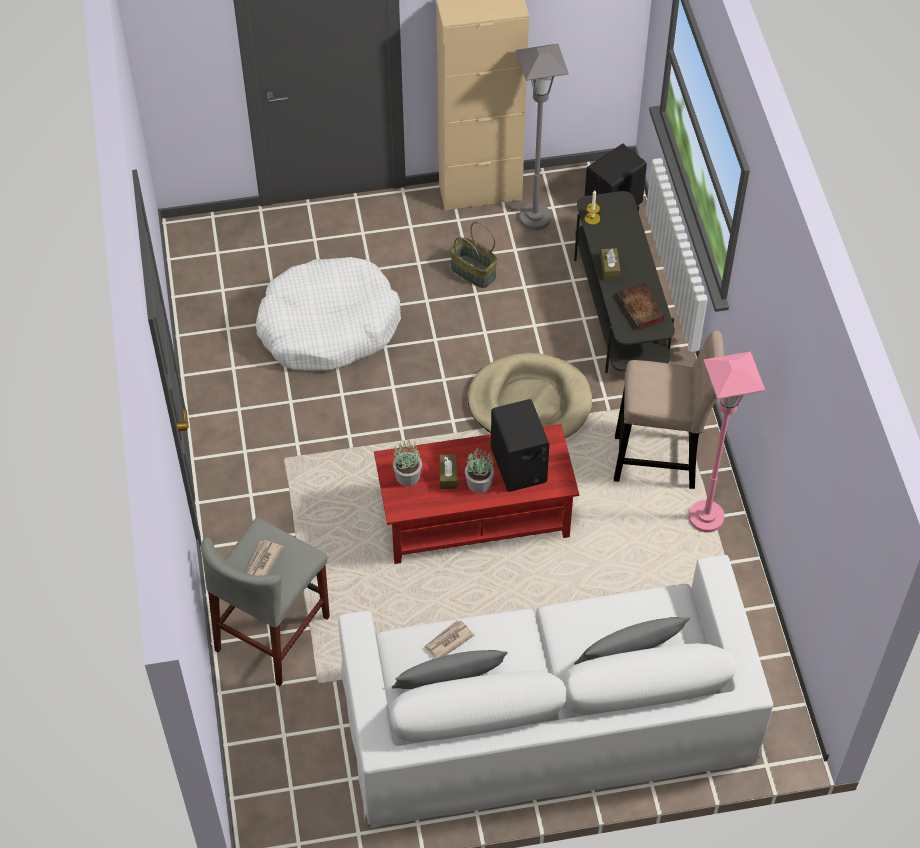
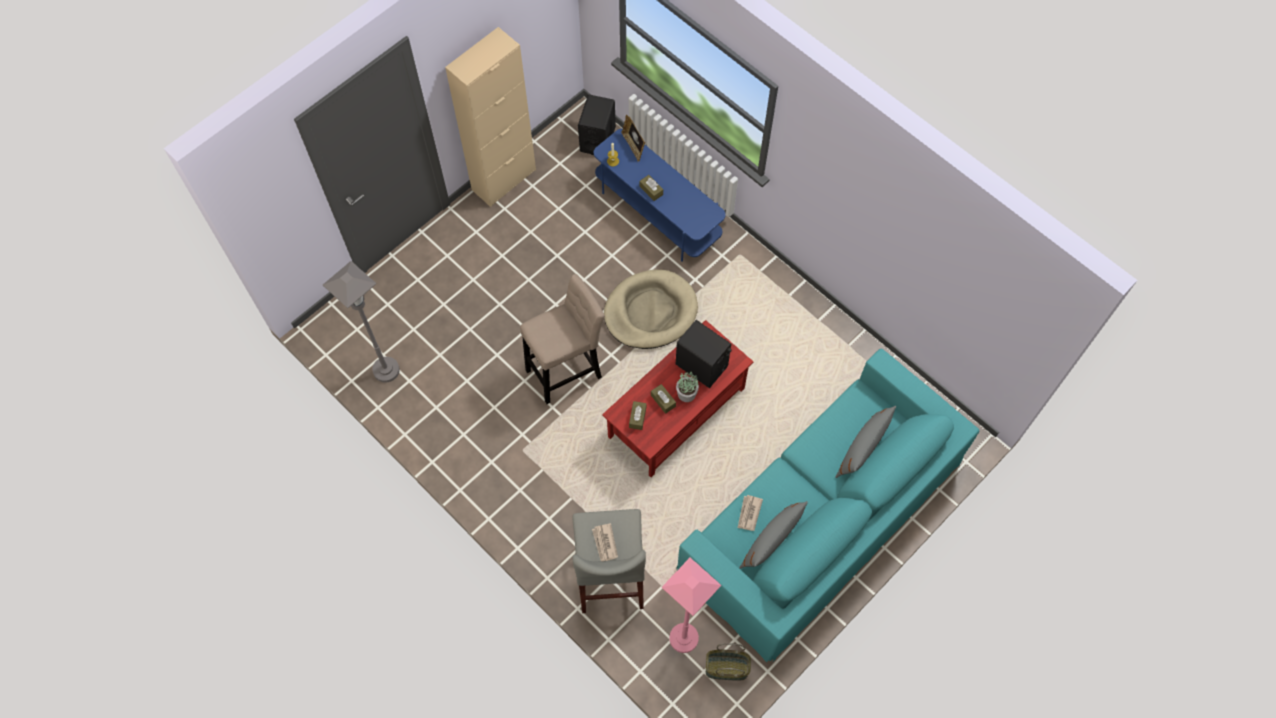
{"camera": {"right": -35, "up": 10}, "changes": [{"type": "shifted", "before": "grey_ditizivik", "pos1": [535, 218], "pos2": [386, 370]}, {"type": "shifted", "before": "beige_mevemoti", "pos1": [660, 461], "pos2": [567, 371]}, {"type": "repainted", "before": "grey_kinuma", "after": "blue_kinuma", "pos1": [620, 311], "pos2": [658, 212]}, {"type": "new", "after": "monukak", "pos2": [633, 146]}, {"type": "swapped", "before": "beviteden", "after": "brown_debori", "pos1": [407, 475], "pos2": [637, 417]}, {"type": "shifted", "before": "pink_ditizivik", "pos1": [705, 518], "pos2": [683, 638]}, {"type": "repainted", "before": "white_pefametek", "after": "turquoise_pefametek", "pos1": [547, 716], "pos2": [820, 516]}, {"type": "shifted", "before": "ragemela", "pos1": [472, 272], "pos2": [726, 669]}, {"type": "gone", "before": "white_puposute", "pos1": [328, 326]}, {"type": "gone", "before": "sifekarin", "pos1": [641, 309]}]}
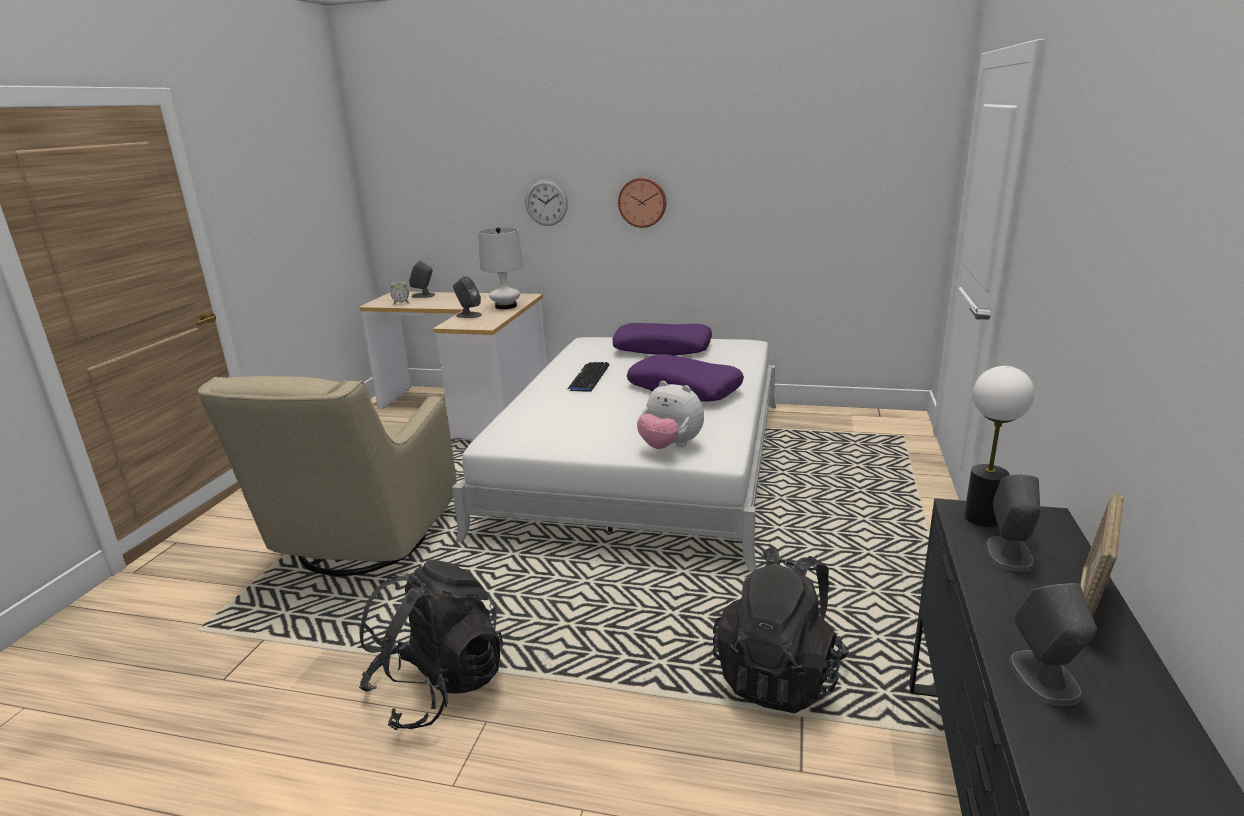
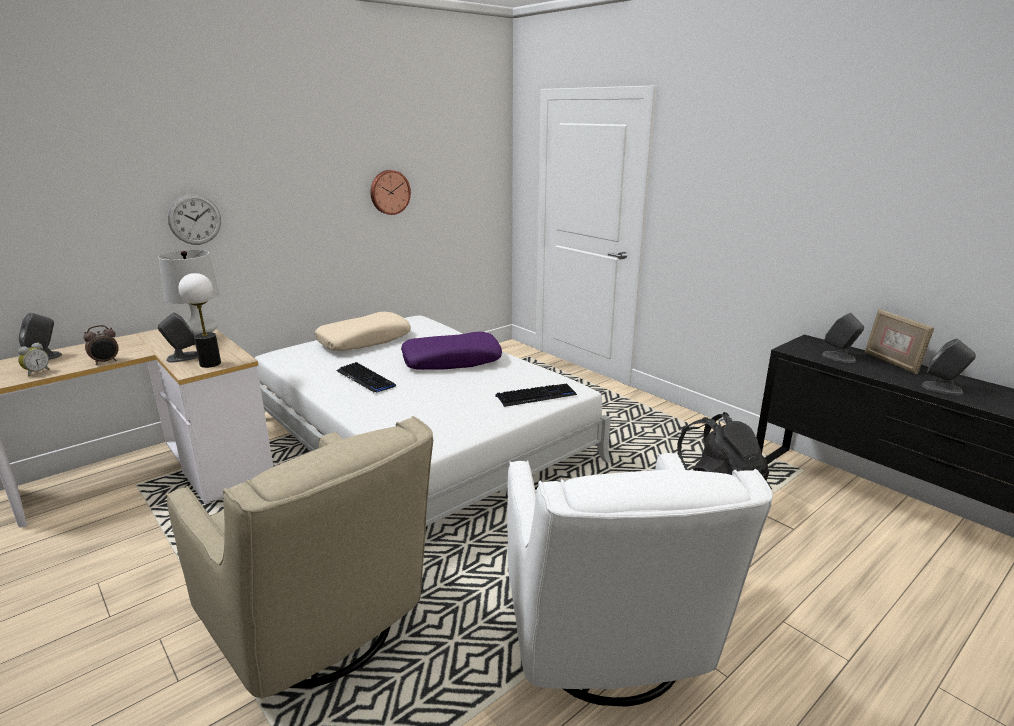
{"camera": {"right": -55, "up": 0}, "changes": [{"type": "new", "after": "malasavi", "pos2": [106, 362]}, {"type": "shifted", "before": "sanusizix", "pos1": [982, 518], "pos2": [210, 363]}, {"type": "repainted", "before": "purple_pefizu", "after": "beige_pefizu", "pos1": [662, 348], "pos2": [364, 340]}, {"type": "shifted", "before": "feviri", "pos1": [642, 202], "pos2": [389, 192]}, {"type": "swapped", "before": "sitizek", "after": "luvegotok", "pos1": [670, 446], "pos2": [536, 396]}, {"type": "swapped", "before": "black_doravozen", "after": "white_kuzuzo", "pos1": [438, 686], "pos2": [607, 647]}]}
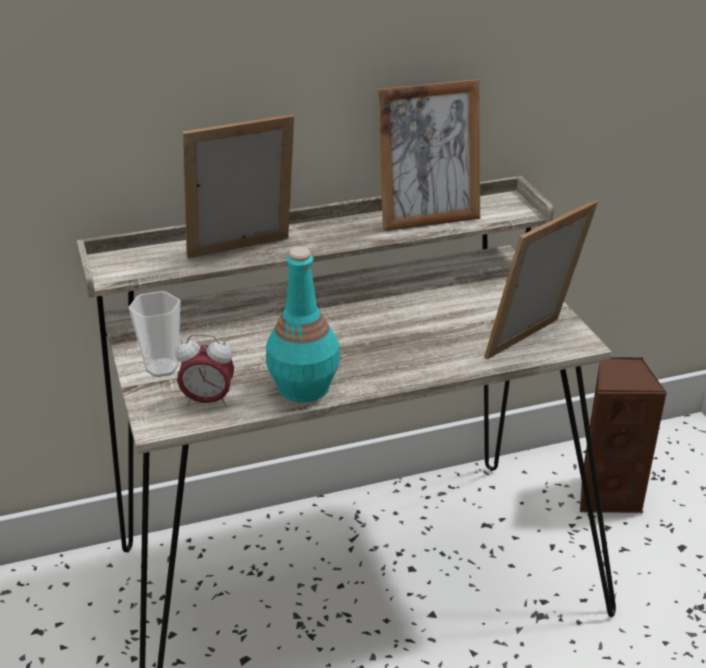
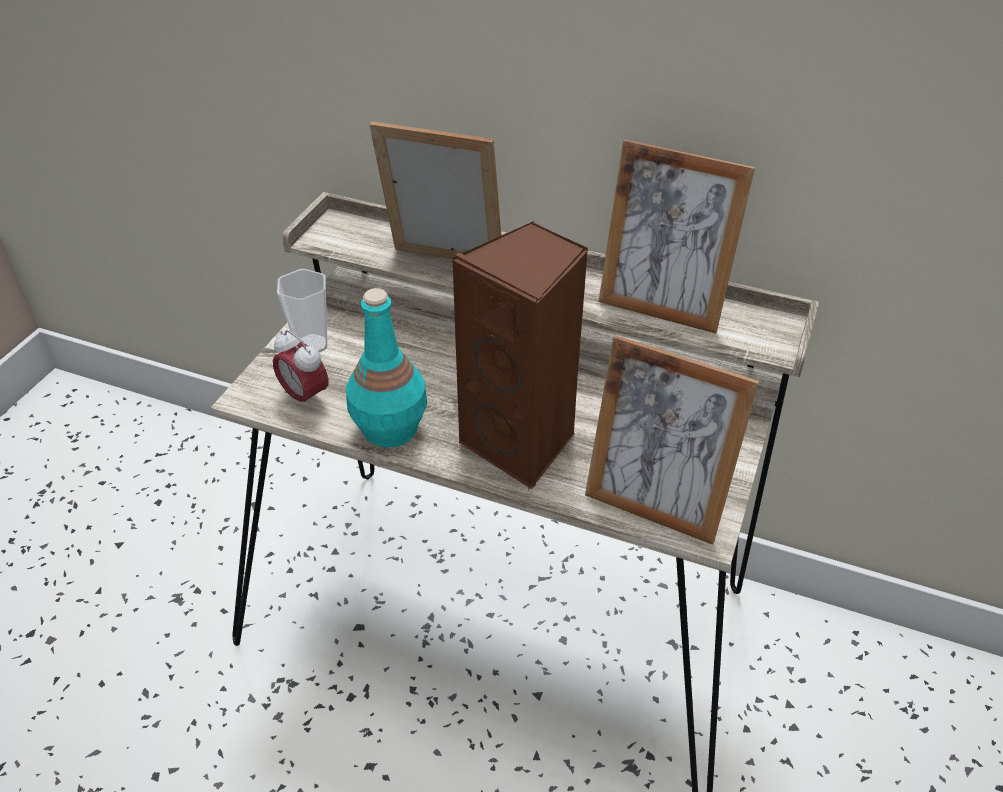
{"camera": {"right": 40, "up": 10}, "changes": [{"type": "shifted", "before": "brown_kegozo", "pos1": [607, 494], "pos2": [523, 444]}, {"type": "rotated", "before": "monukak", "pos1": [533, 344], "pos2": [654, 505], "turn": -150}]}
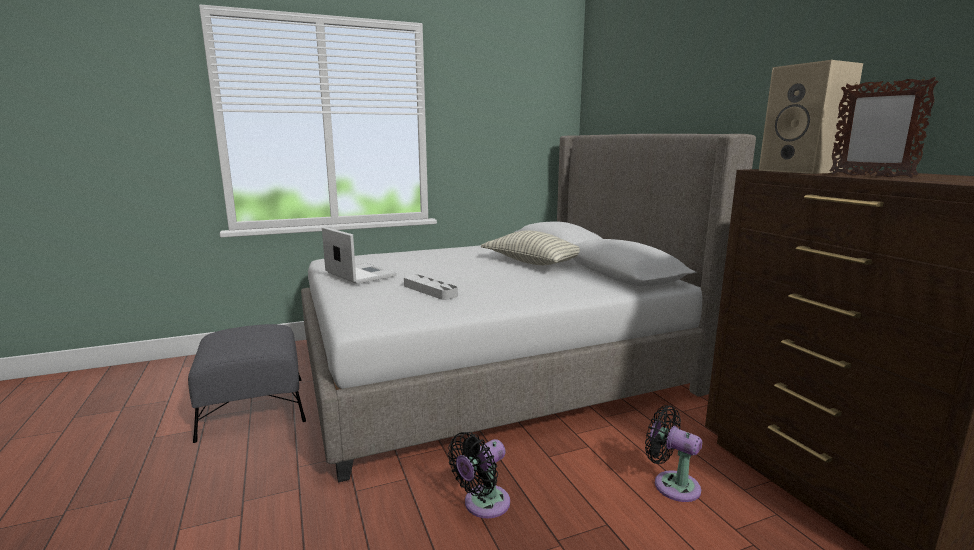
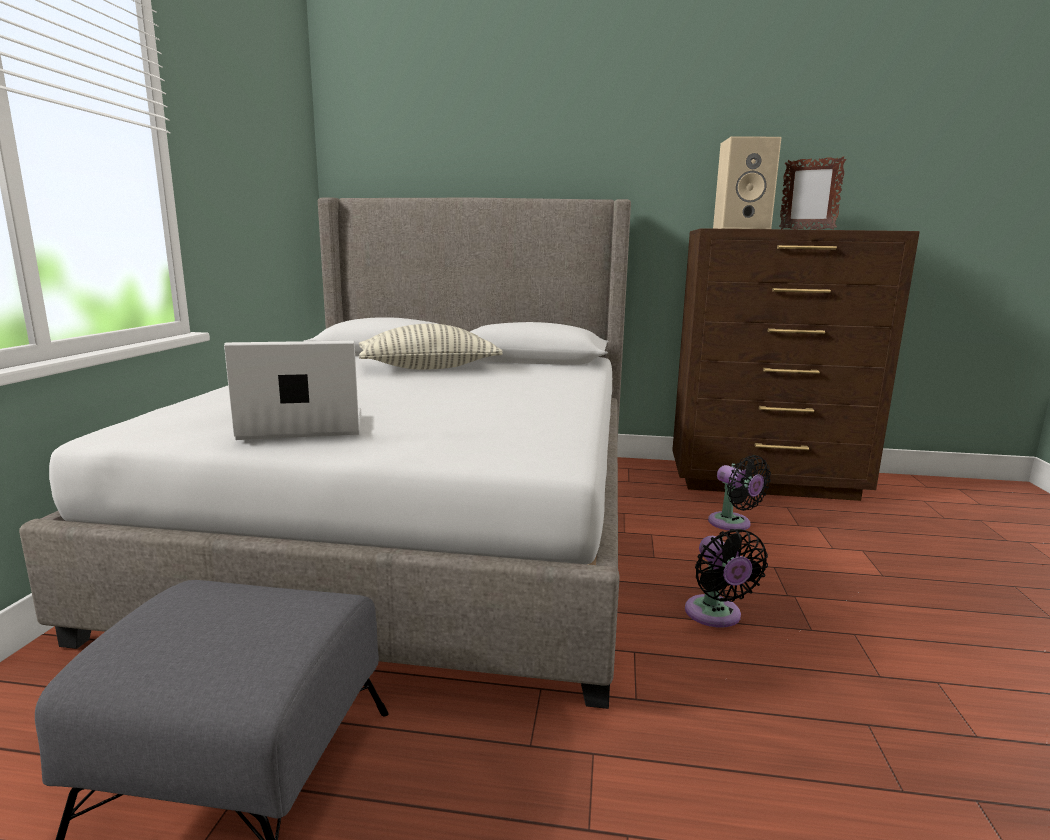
{"camera": {"right": -60, "up": 0}, "changes": [{"type": "rotated", "before": "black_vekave", "pos1": [672, 484], "pos2": [733, 524], "turn": -105}, {"type": "rotated", "before": "monukak", "pos1": [870, 176], "pos2": [806, 229], "turn": 45}, {"type": "gone", "before": "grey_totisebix", "pos1": [430, 290]}]}
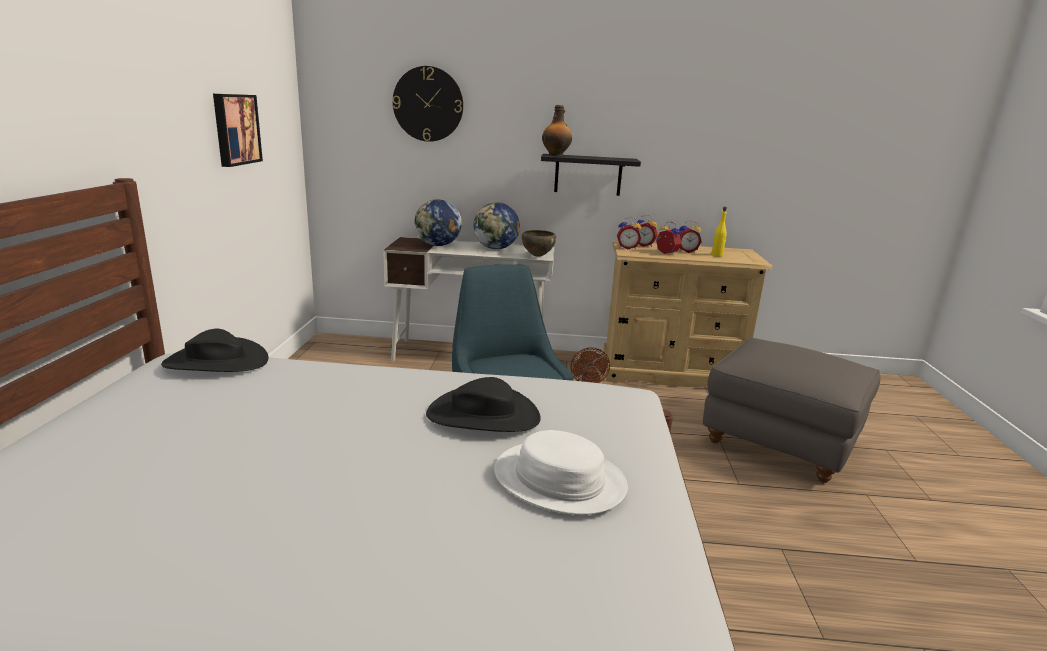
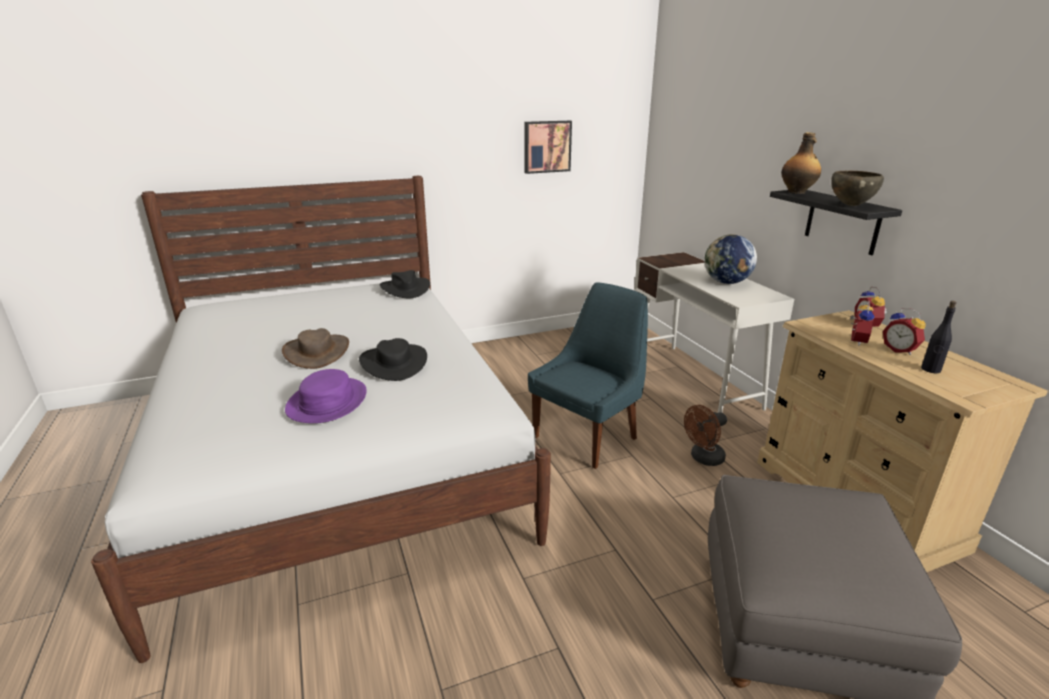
{"camera": {"right": 65, "up": 5}, "changes": [{"type": "new", "after": "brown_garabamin", "pos2": [317, 352]}, {"type": "repainted", "before": "white_garabamin", "after": "purple_garabamin", "pos1": [559, 479], "pos2": [327, 401]}, {"type": "shifted", "before": "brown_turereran", "pos1": [537, 256], "pos2": [851, 205]}, {"type": "repainted", "before": "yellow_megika", "after": "black_megika", "pos1": [717, 255], "pos2": [930, 369]}, {"type": "gone", "before": "feviri", "pos1": [428, 104]}, {"type": "gone", "before": "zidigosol", "pos1": [438, 245]}, {"type": "gone", "before": "malasavi", "pos1": [627, 248]}]}
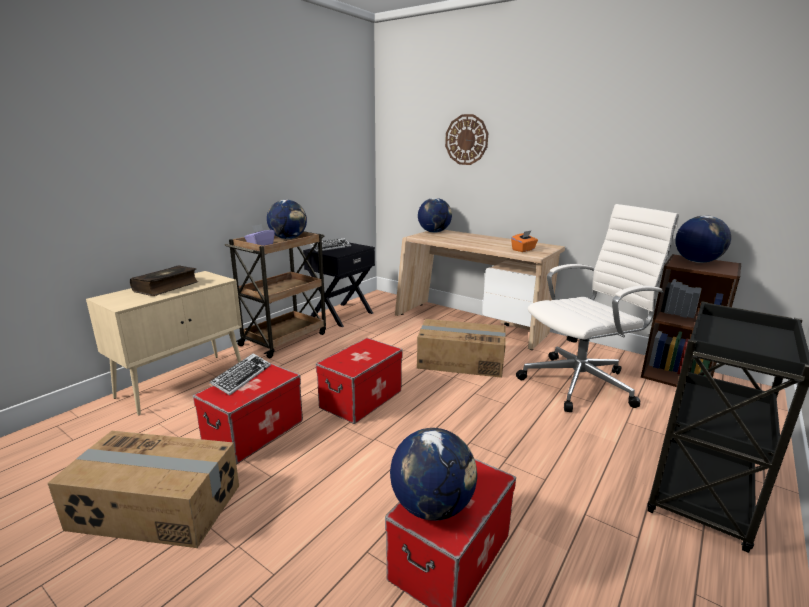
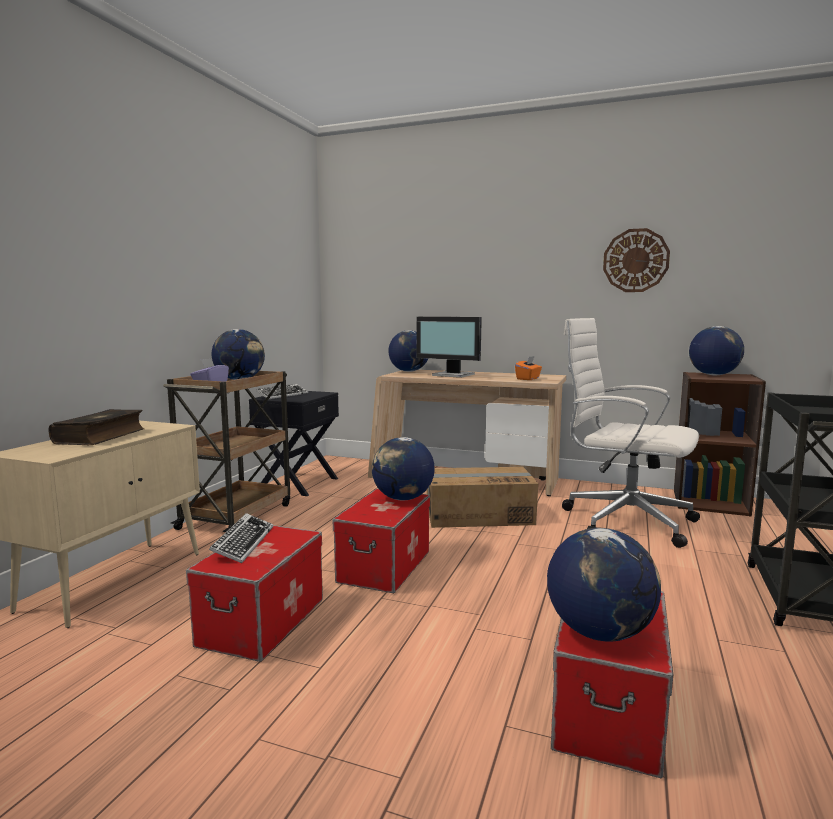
{"camera": {"right": -15, "up": -10}, "changes": [{"type": "new", "after": "zidigosol", "pos2": [403, 498]}, {"type": "new", "after": "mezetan", "pos2": [453, 375]}, {"type": "rotated", "before": "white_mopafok", "pos1": [581, 383], "pos2": [624, 520], "turn": -105}, {"type": "shifted", "before": "feviri", "pos1": [466, 140], "pos2": [635, 260]}, {"type": "gone", "before": "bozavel", "pos1": [156, 508]}]}
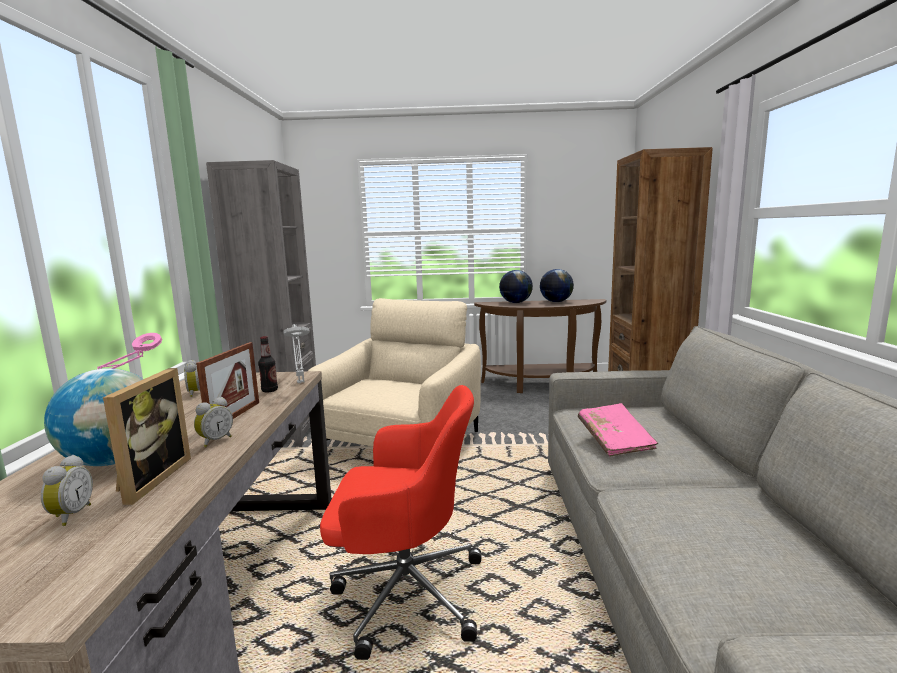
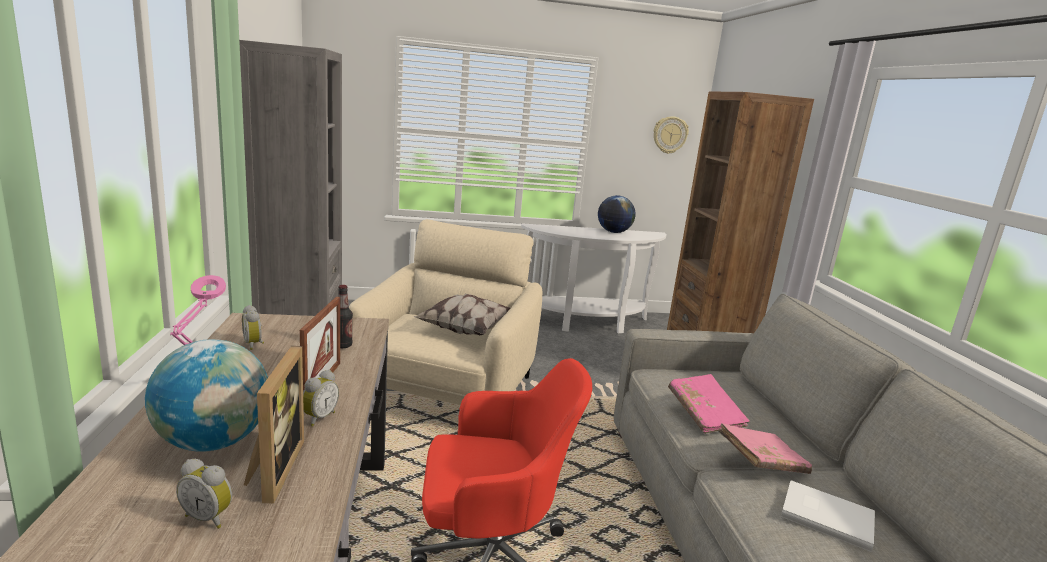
{"camera": {"right": -10, "up": 5}, "changes": [{"type": "rotated", "before": "malasavi", "pos1": [70, 516], "pos2": [209, 517], "turn": 120}, {"type": "new", "after": "pefizu", "pos2": [464, 330]}, {"type": "repainted", "before": "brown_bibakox", "after": "white_bibakox", "pos1": [541, 385], "pos2": [587, 323]}, {"type": "new", "after": "feviri", "pos2": [670, 135]}, {"type": "new", "after": "pink_sifekarin", "pos2": [761, 461]}, {"type": "new", "after": "white_sifekarin", "pos2": [825, 515]}, {"type": "gone", "before": "grey_sanusizix", "pos1": [300, 382]}, {"type": "gone", "before": "zidigosol", "pos1": [515, 303]}]}
